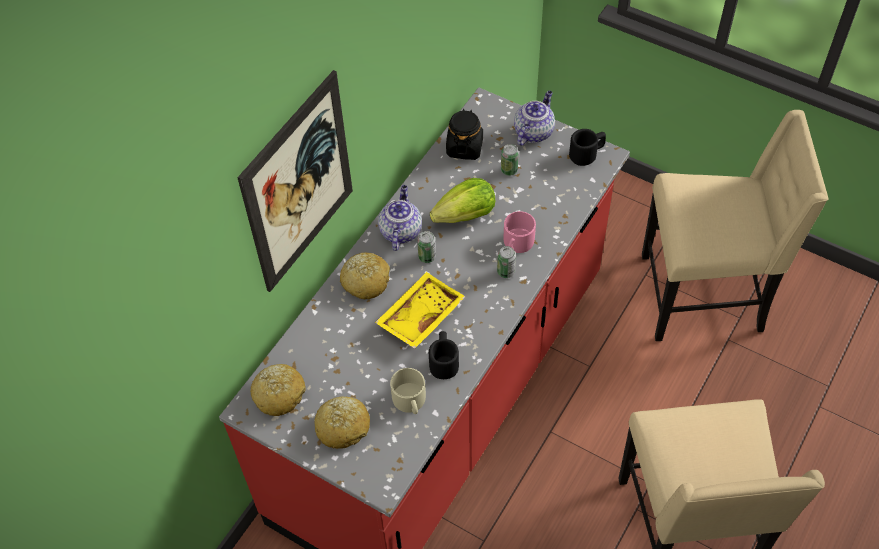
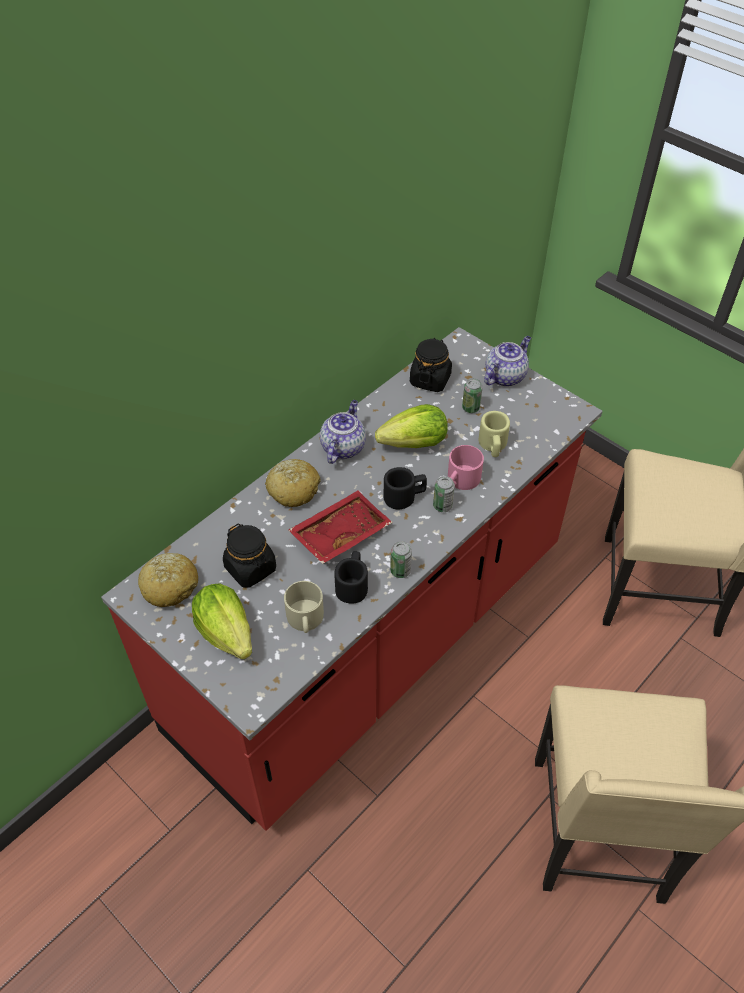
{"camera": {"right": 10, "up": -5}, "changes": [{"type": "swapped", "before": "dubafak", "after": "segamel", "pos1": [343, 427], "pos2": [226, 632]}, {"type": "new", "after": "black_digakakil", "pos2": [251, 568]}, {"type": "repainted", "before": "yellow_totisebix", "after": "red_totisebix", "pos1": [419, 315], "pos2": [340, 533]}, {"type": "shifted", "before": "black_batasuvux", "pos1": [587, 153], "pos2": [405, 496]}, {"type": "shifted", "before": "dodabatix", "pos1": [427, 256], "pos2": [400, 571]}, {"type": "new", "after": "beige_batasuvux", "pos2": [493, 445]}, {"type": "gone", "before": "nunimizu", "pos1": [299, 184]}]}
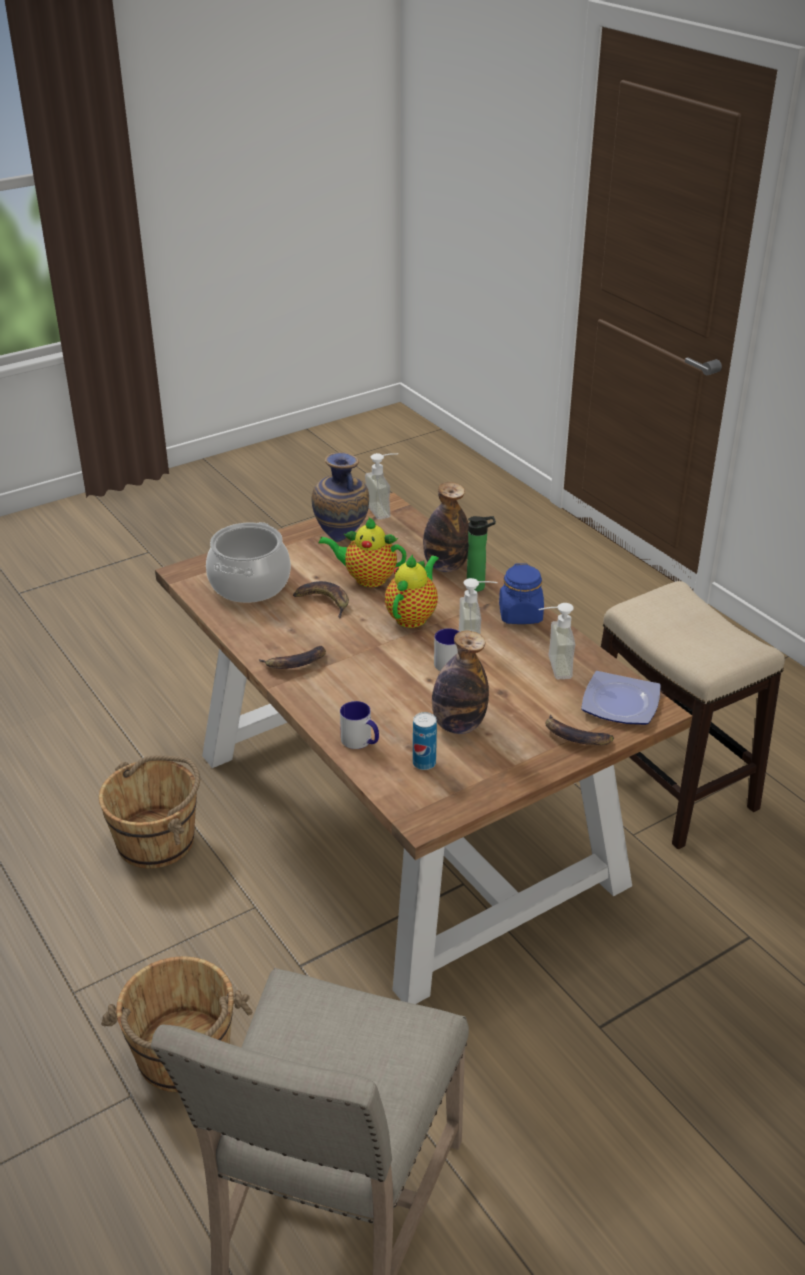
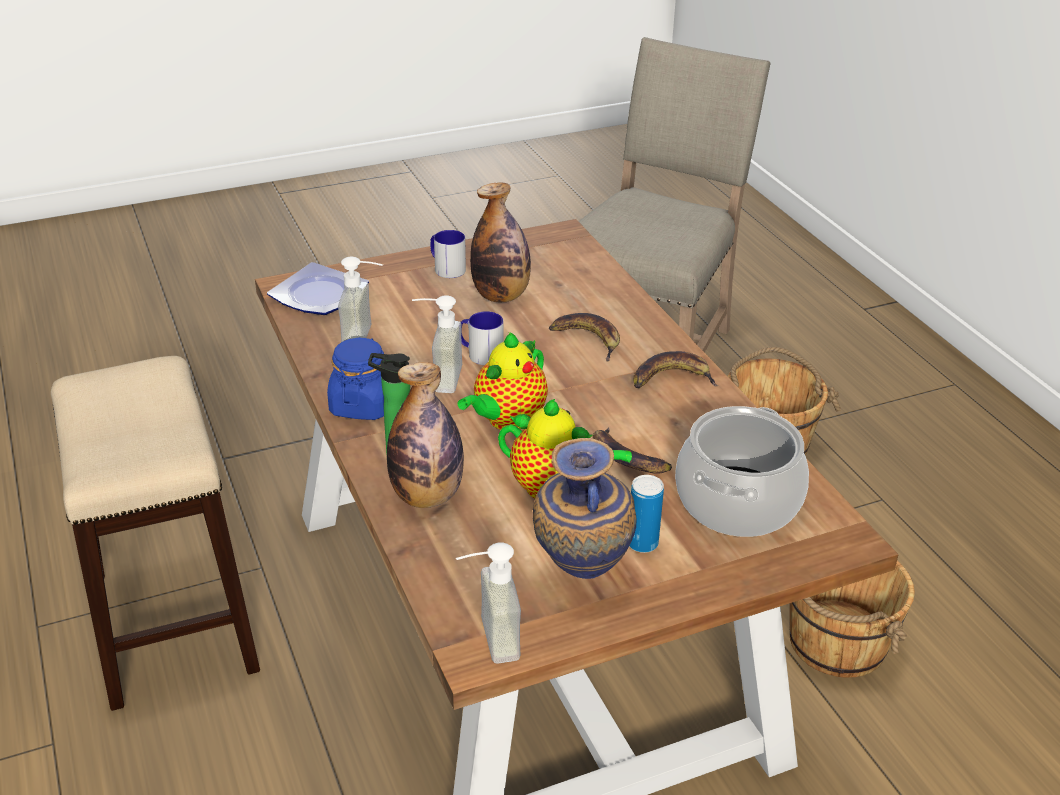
{"camera": {"right": -170, "up": 0}, "changes": [{"type": "shifted", "before": "batasuvux", "pos1": [361, 741], "pos2": [446, 268]}, {"type": "shifted", "before": "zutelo", "pos1": [575, 737], "pos2": [588, 339]}, {"type": "shifted", "before": "dodabatix", "pos1": [424, 763], "pos2": [642, 543]}]}
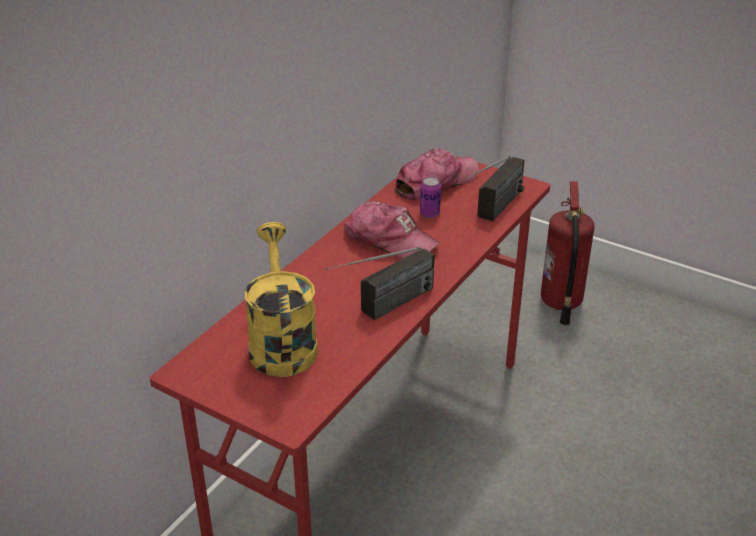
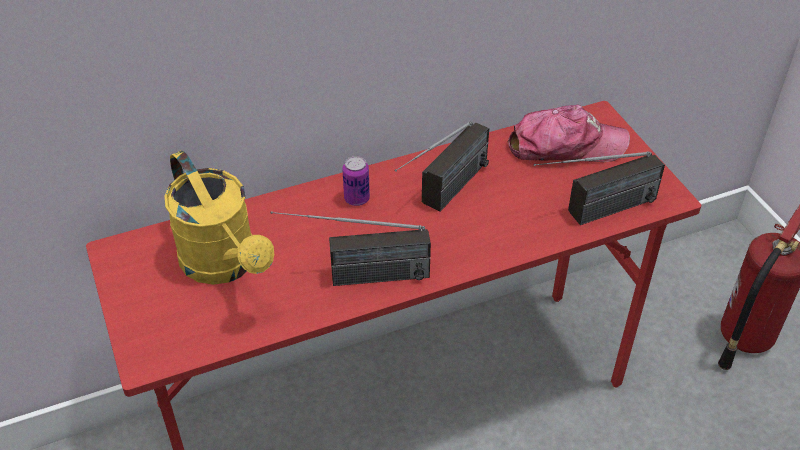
{"camera": {"right": 35, "up": 10}, "changes": [{"type": "rotated", "before": "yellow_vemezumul", "pos1": [281, 342], "pos2": [225, 265], "turn": 120}, {"type": "shifted", "before": "dodabatix", "pos1": [429, 214], "pos2": [356, 199]}, {"type": "swapped", "before": "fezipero", "after": "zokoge", "pos1": [390, 240], "pos2": [444, 197]}]}
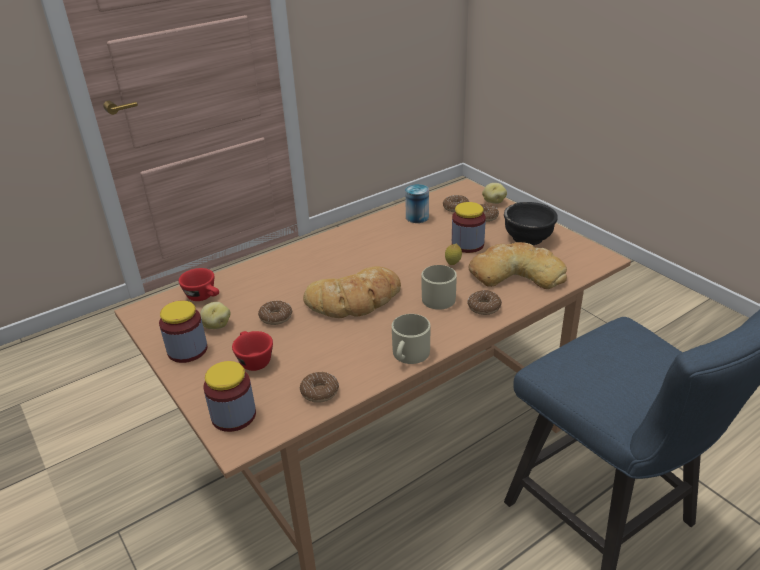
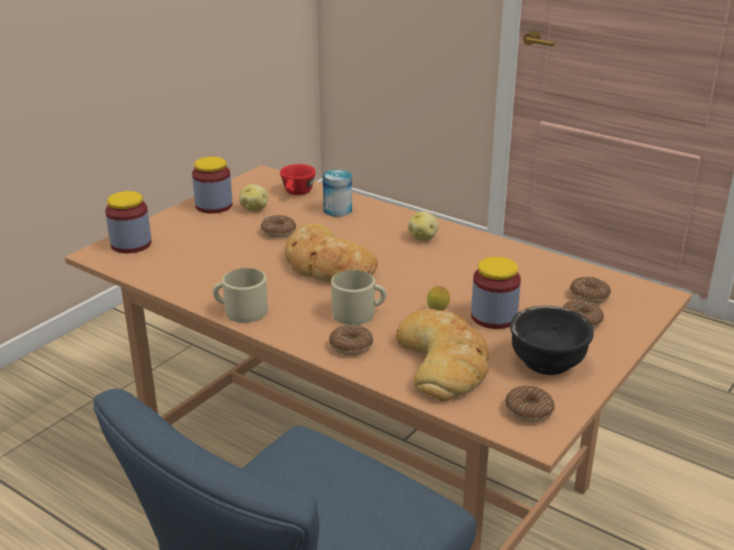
{"camera": {"right": 70, "up": -5}, "changes": [{"type": "shifted", "before": "dodabatix", "pos1": [417, 217], "pos2": [337, 210]}, {"type": "shifted", "before": "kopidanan", "pos1": [493, 201], "pos2": [423, 237]}, {"type": "shifted", "before": "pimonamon", "pos1": [320, 392], "pos2": [528, 410]}, {"type": "gone", "before": "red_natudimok", "pos1": [253, 360]}]}
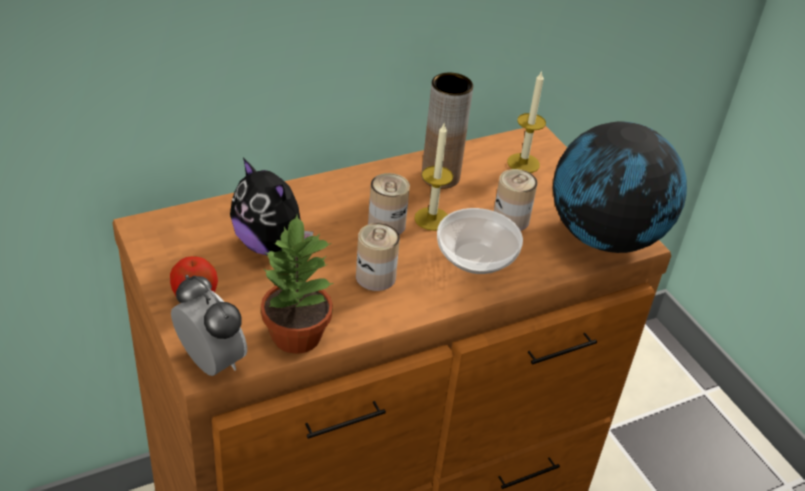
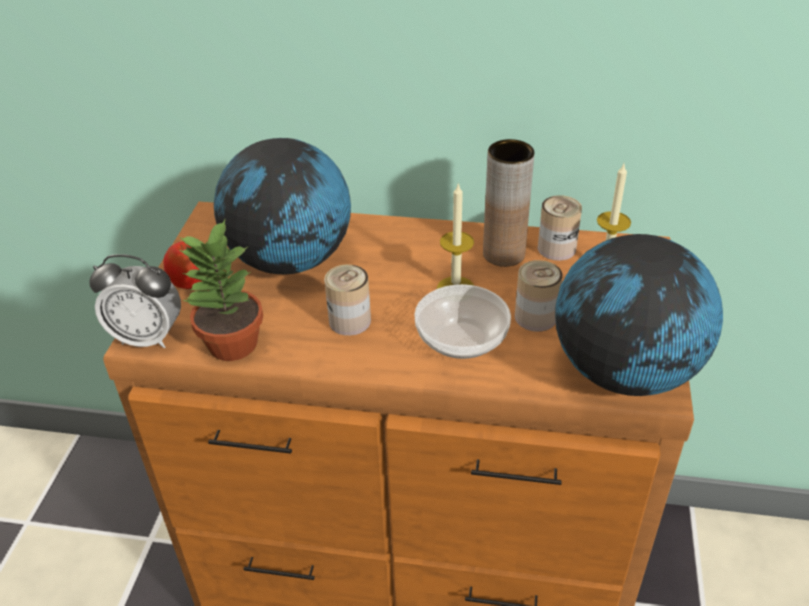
{"camera": {"right": 40, "up": 0}, "changes": [{"type": "rotated", "before": "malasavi", "pos1": [211, 362], "pos2": [148, 337], "turn": 105}, {"type": "swapped", "before": "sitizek", "after": "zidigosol", "pos1": [270, 244], "pos2": [291, 261]}, {"type": "shifted", "before": "dodabatix", "pos1": [386, 224], "pos2": [556, 248]}]}
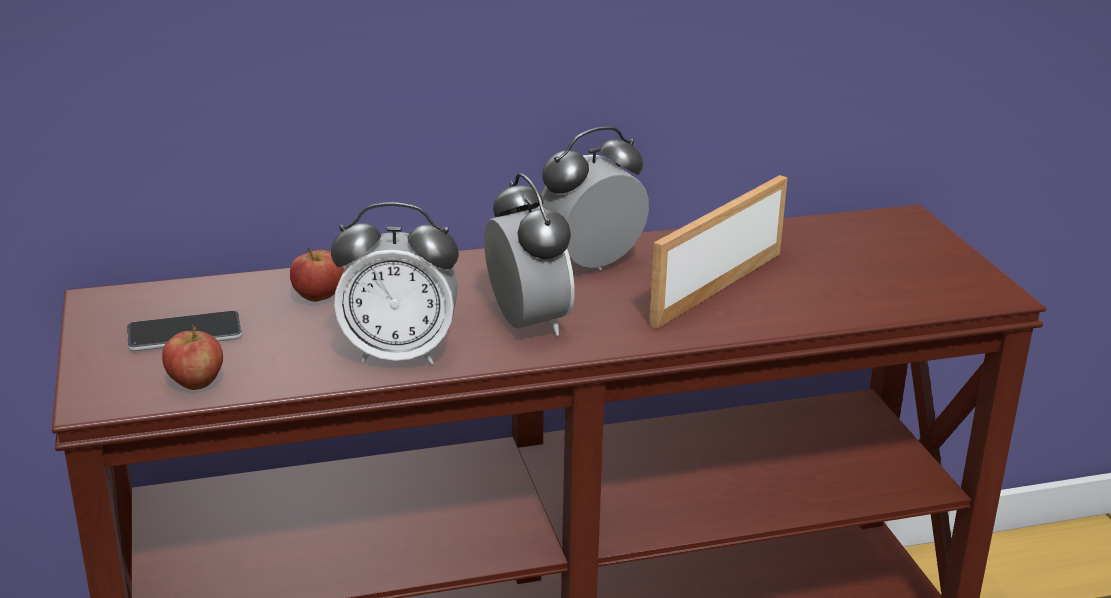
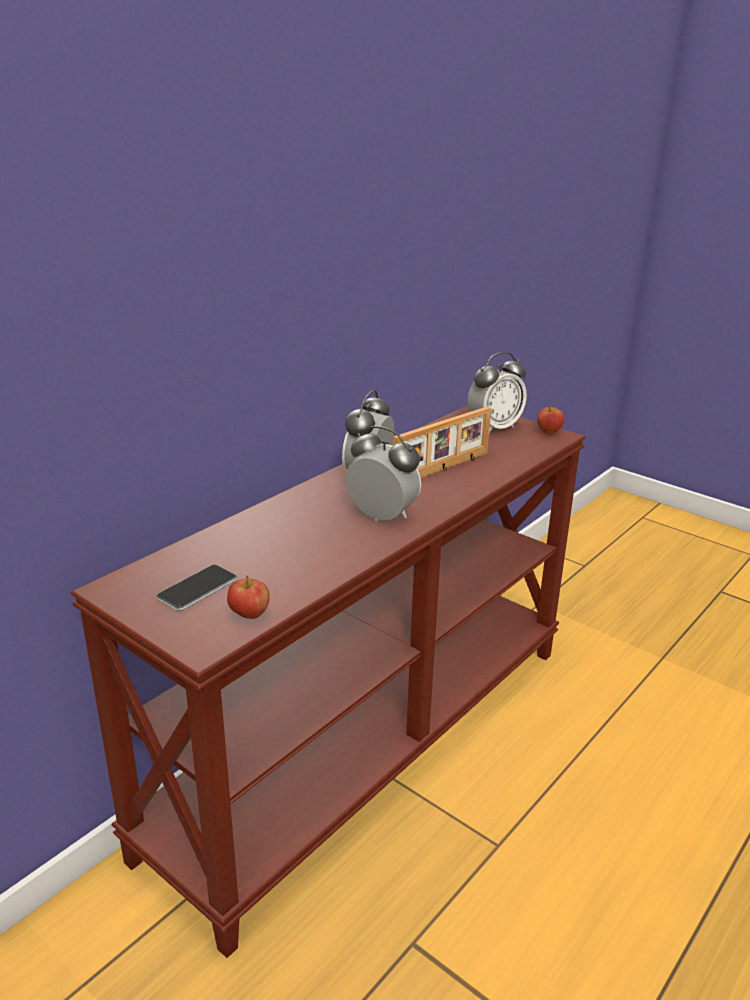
{"camera": {"right": -35, "up": 0}, "changes": [{"type": "rotated", "before": "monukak", "pos1": [714, 287], "pos2": [443, 469], "turn": -135}, {"type": "shifted", "before": "malasavi", "pos1": [399, 354], "pos2": [494, 428]}, {"type": "shifted", "before": "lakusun", "pos1": [318, 297], "pos2": [549, 432]}]}
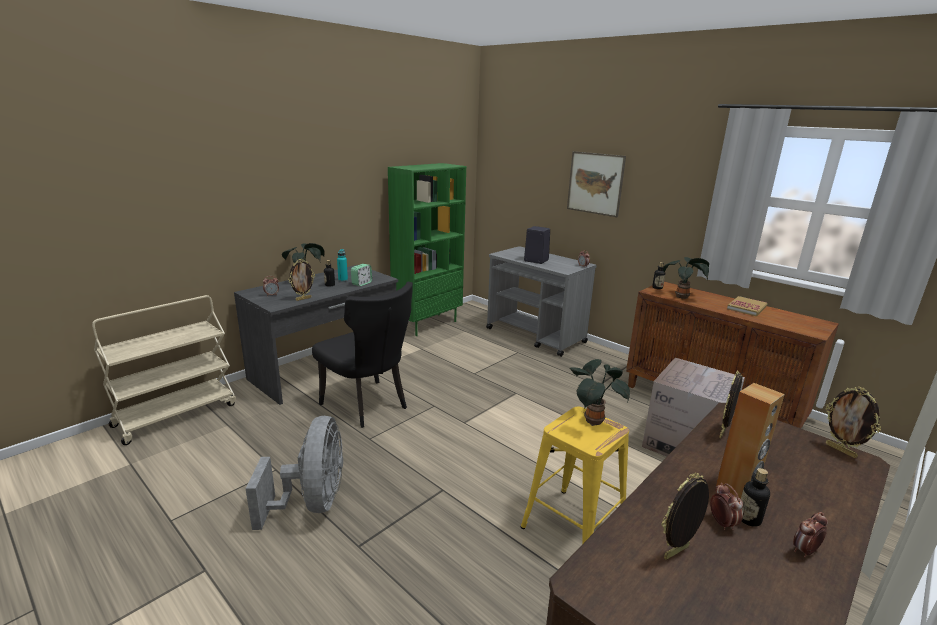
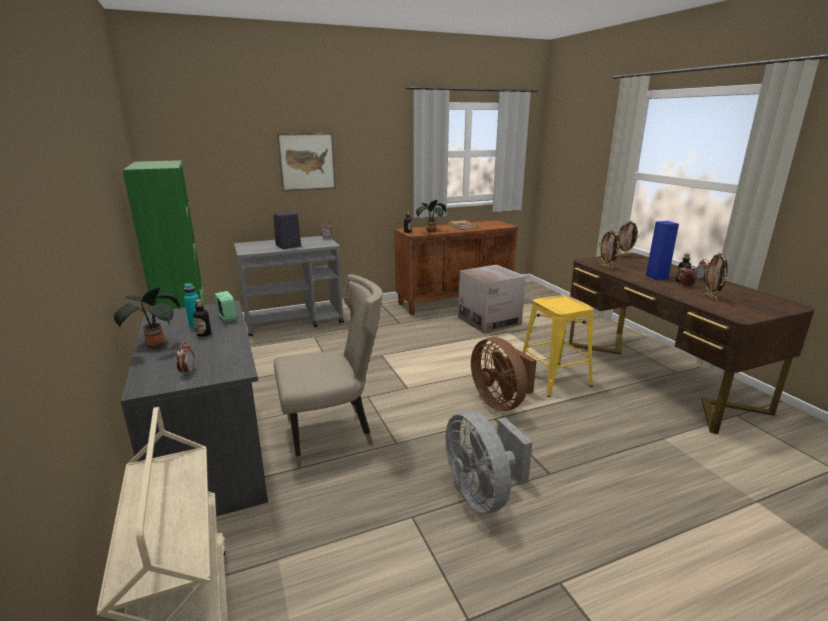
{"camera": {"right": -65, "up": 0}, "changes": [{"type": "repainted", "before": "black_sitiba", "after": "beige_sitiba", "pos1": [368, 406], "pos2": [333, 434]}, {"type": "rotated", "before": "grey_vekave", "pos1": [312, 503], "pos2": [482, 494], "turn": -135}, {"type": "new", "after": "brown_vekave", "pos2": [501, 402]}, {"type": "repainted", "before": "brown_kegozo", "after": "blue_kegozo", "pos1": [737, 488], "pos2": [657, 277]}, {"type": "gone", "before": "monukak", "pos1": [303, 299]}, {"type": "gone", "before": "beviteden", "pos1": [592, 420]}]}
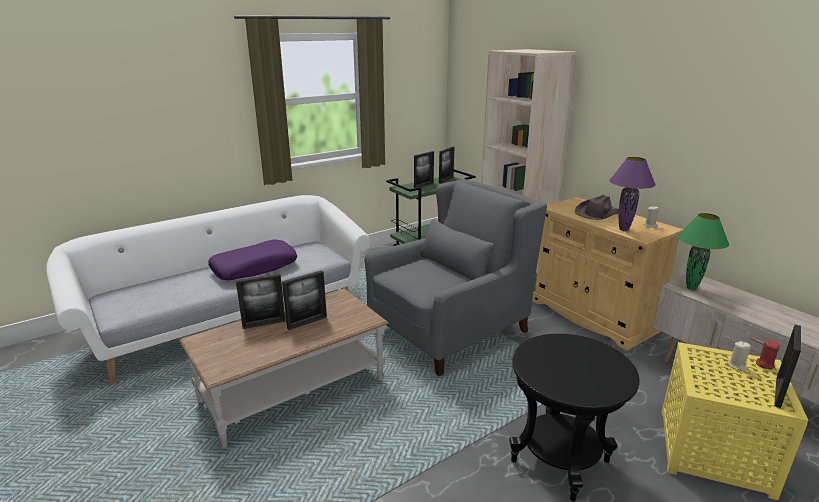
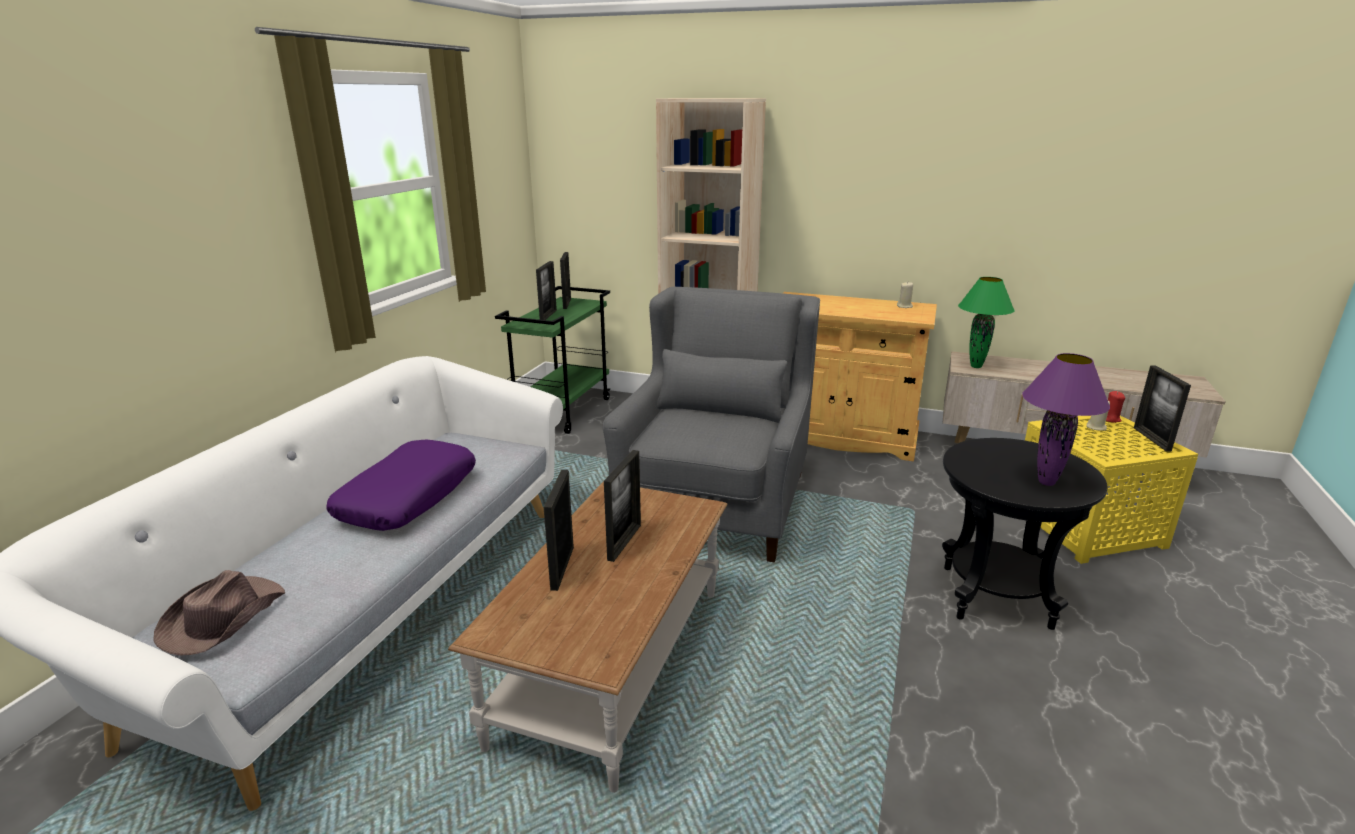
{"camera": {"right": -35, "up": 0}, "changes": [{"type": "shifted", "before": "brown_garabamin", "pos1": [597, 213], "pos2": [221, 618]}, {"type": "rotated", "before": "monukak", "pos1": [264, 324], "pos2": [562, 568], "turn": 150}, {"type": "shifted", "before": "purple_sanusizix", "pos1": [624, 229], "pos2": [1047, 482]}]}
